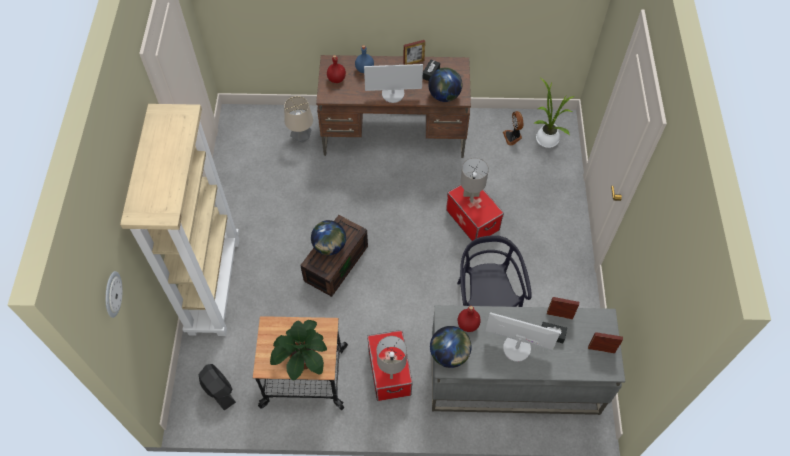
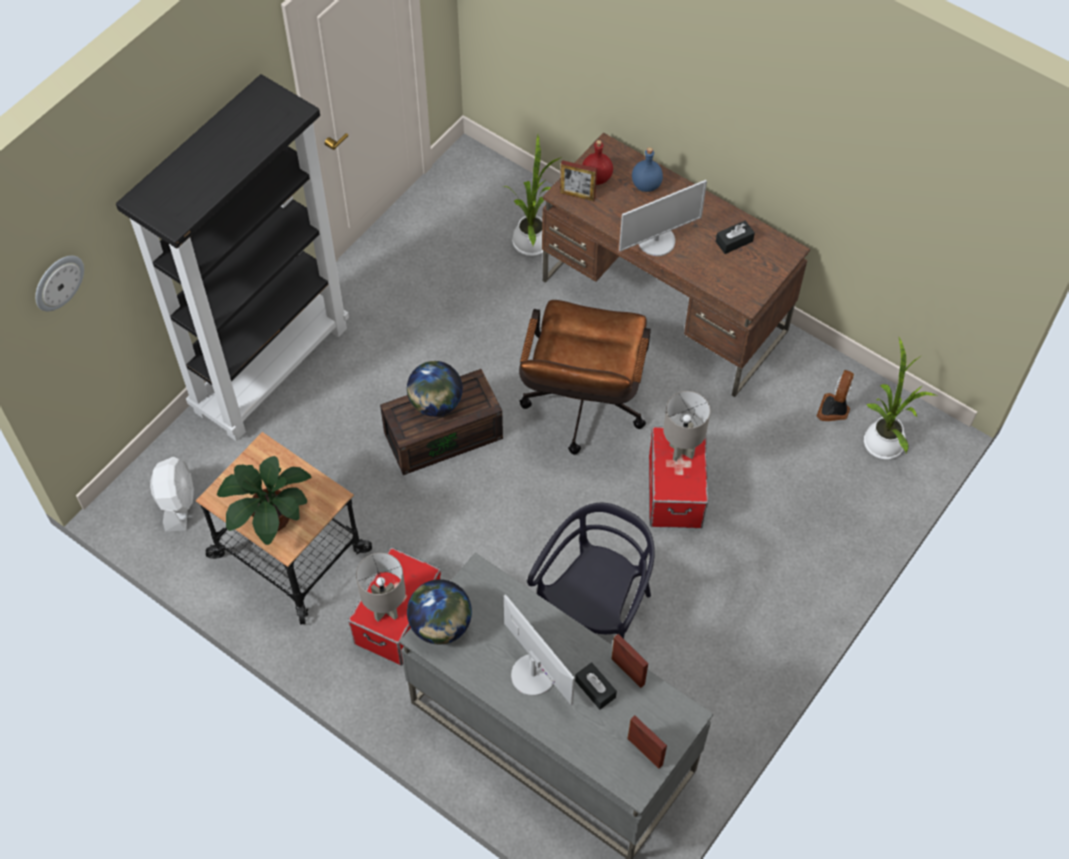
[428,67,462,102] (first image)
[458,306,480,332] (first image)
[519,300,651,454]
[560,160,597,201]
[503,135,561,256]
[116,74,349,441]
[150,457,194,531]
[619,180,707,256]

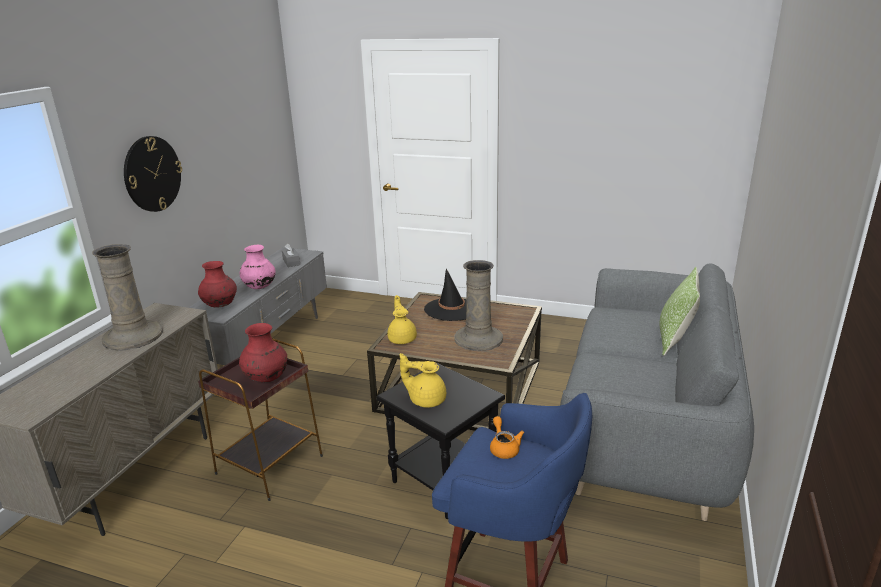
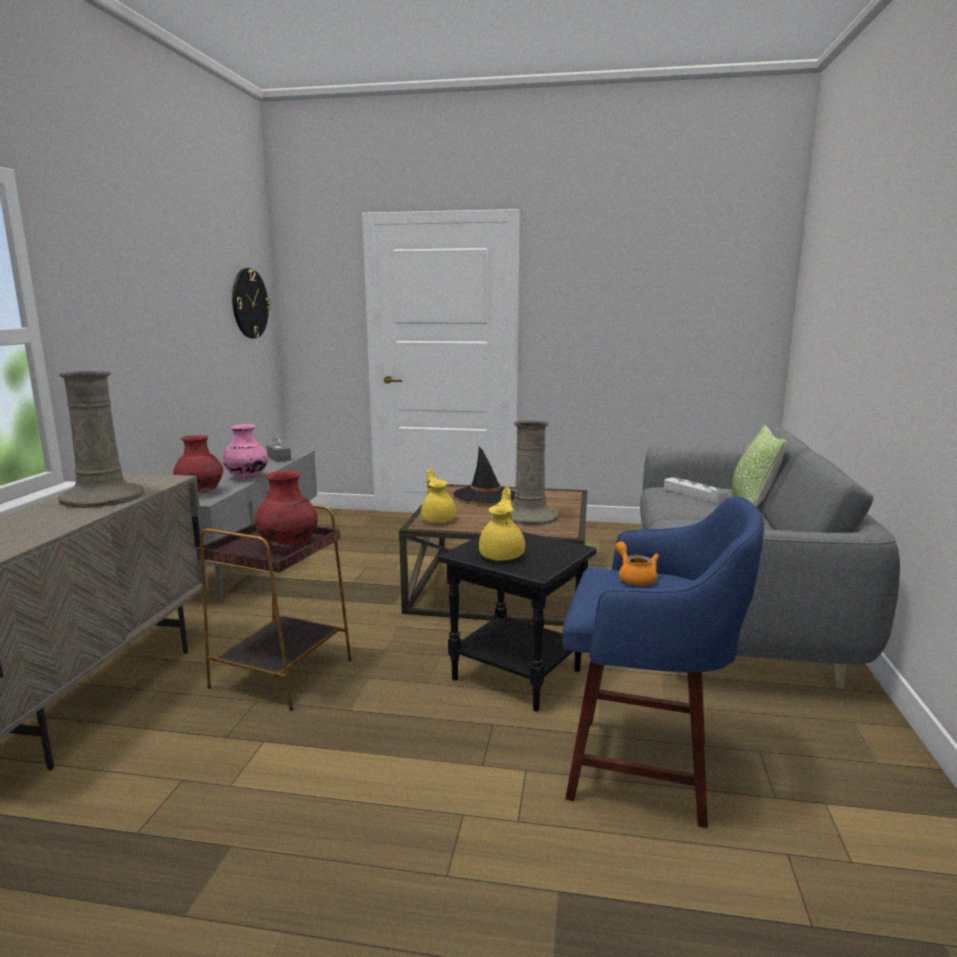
[664,477,728,503]
[232,268,271,339]
[479,487,525,560]

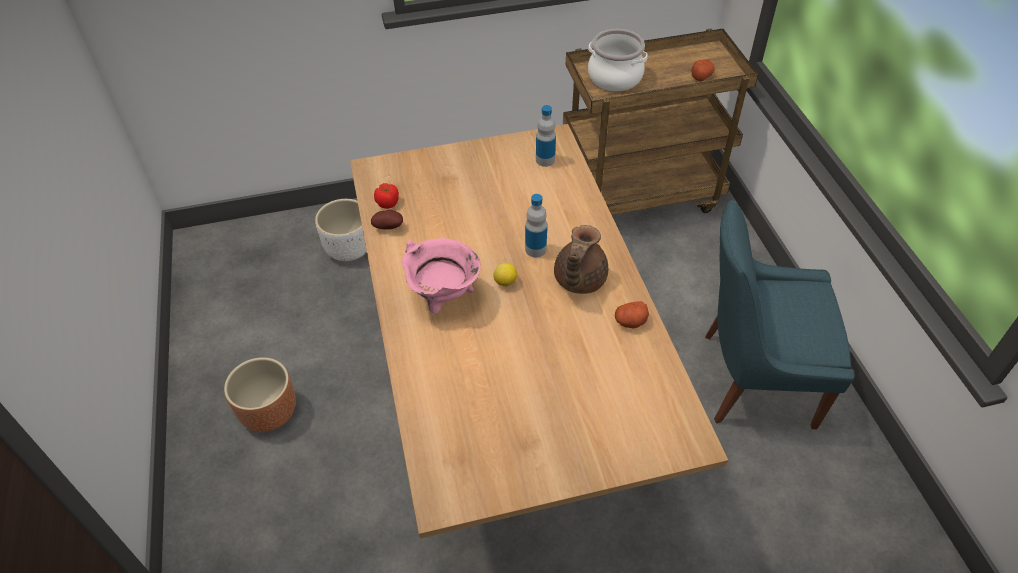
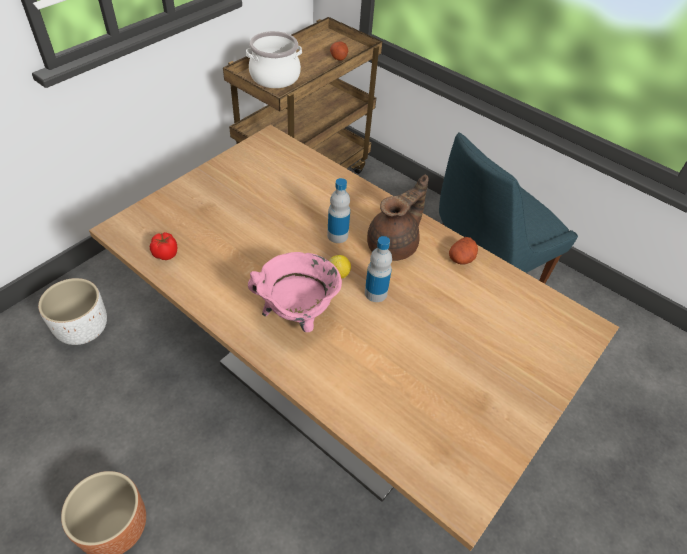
[371,210,403,230] (first image)
[365,236,392,302]
[367,174,429,261]

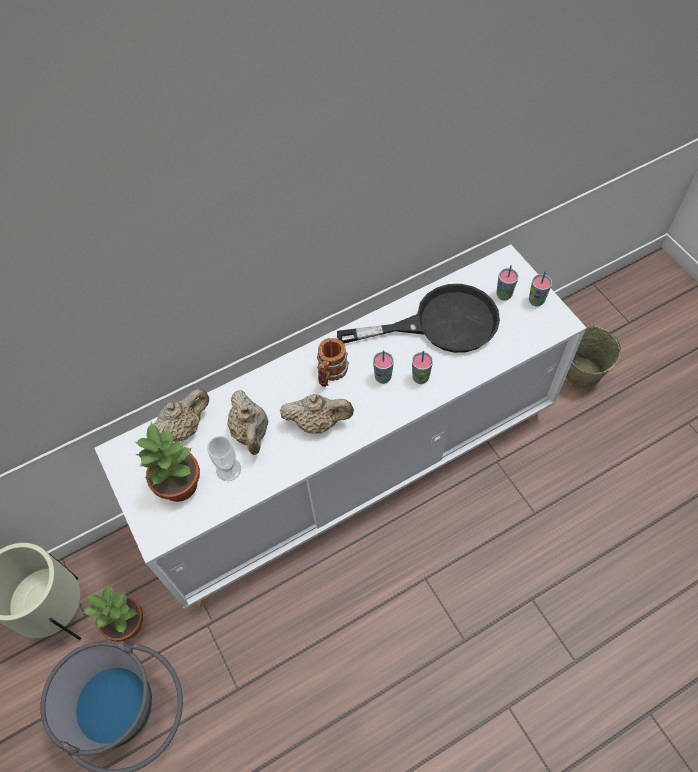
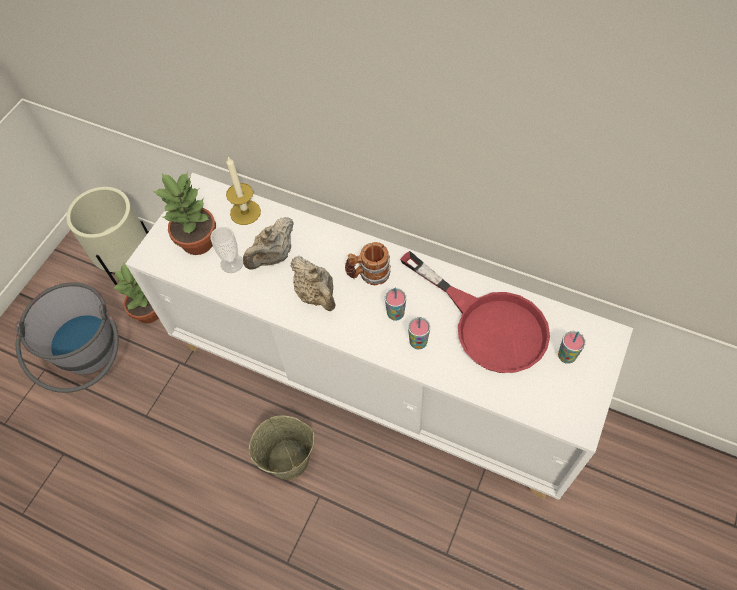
[529,271,552,307] (first image)
[249,416,315,480]
[226,156,261,225]
[400,251,550,373]

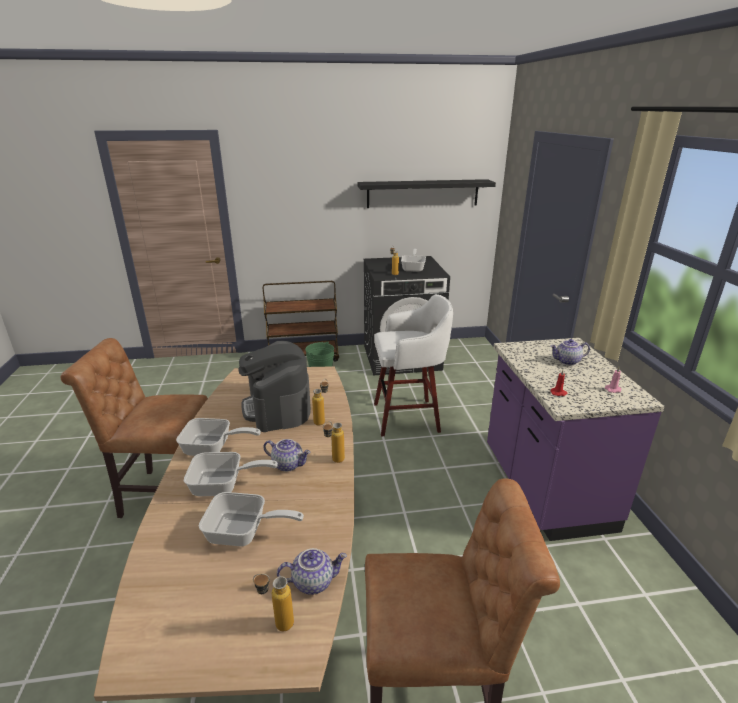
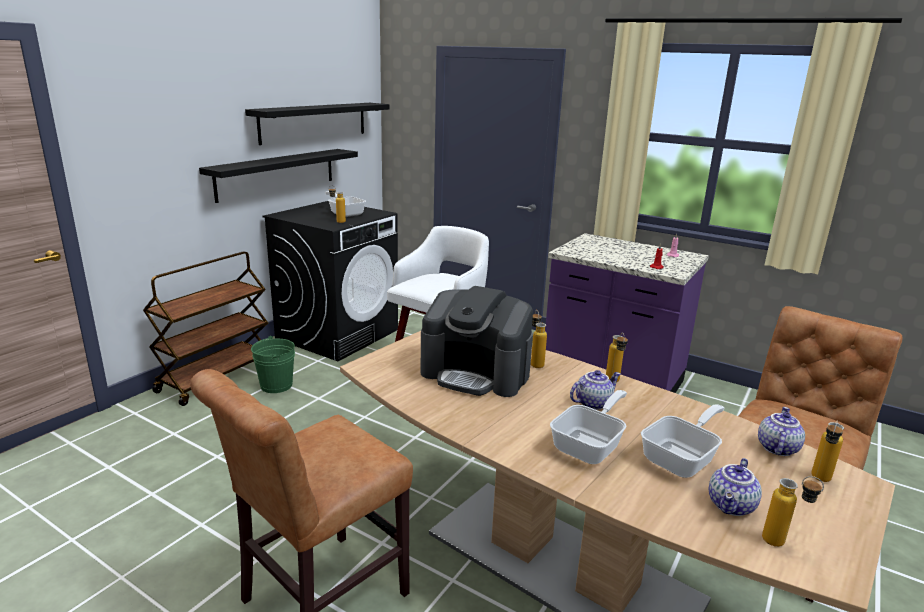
[176,418,261,456] (first image)
[199,149,358,203]
[762,476,824,547]
[709,458,762,516]

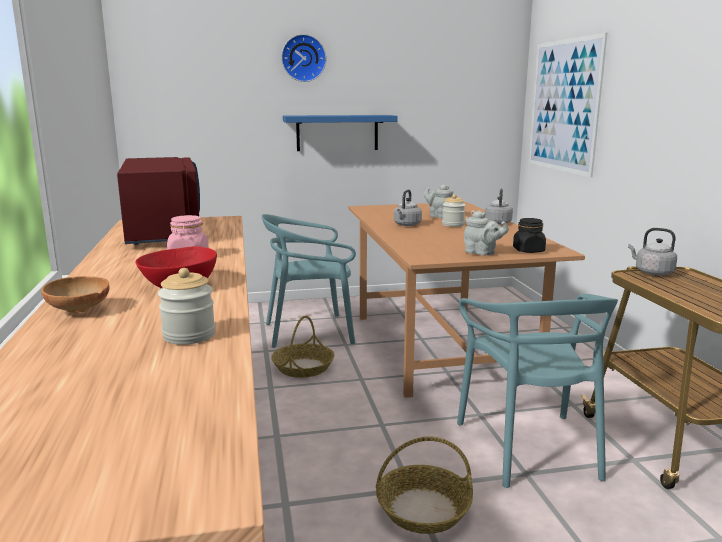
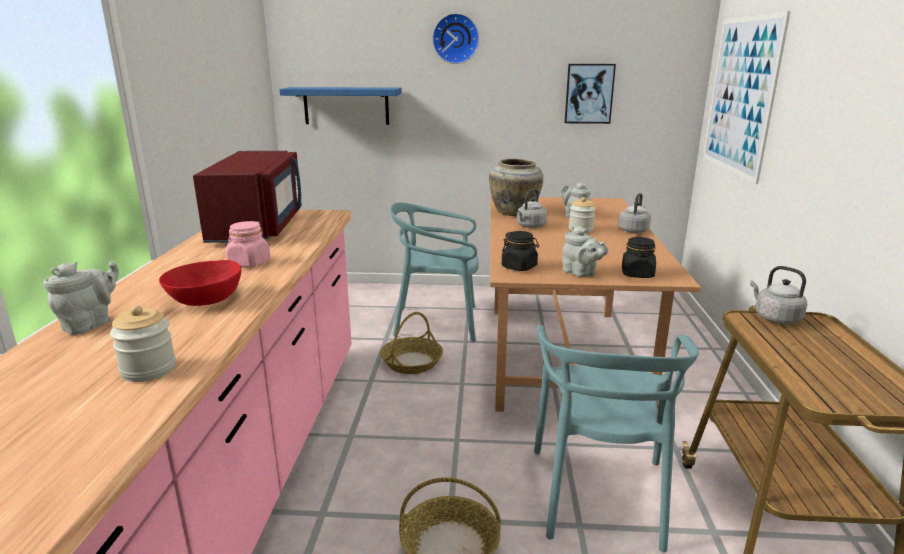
[489,159,543,216]
[502,231,539,271]
[565,64,616,124]
[279,87,401,125]
[43,261,119,335]

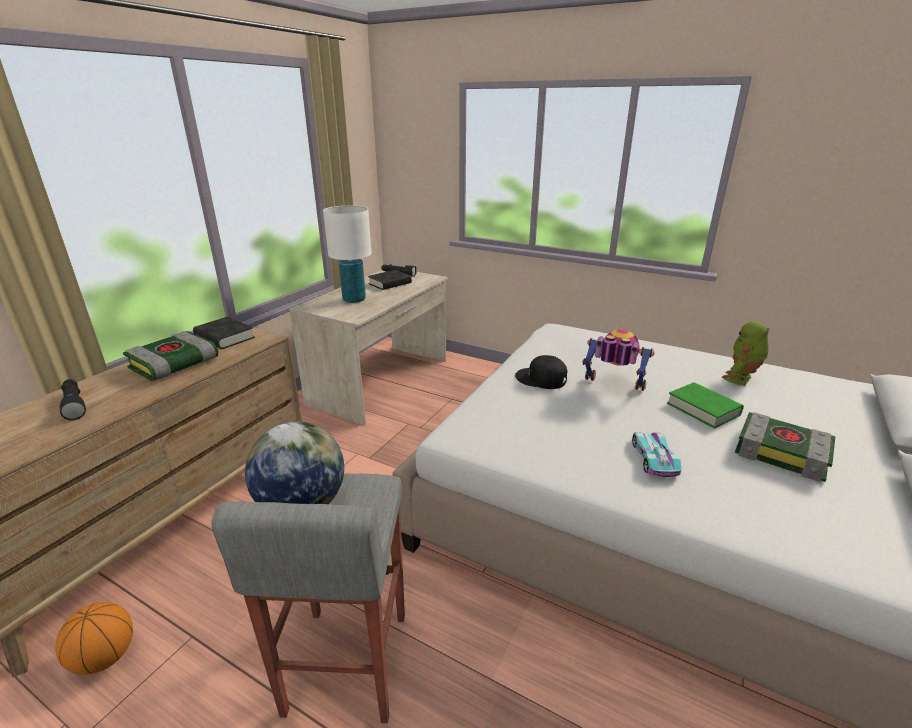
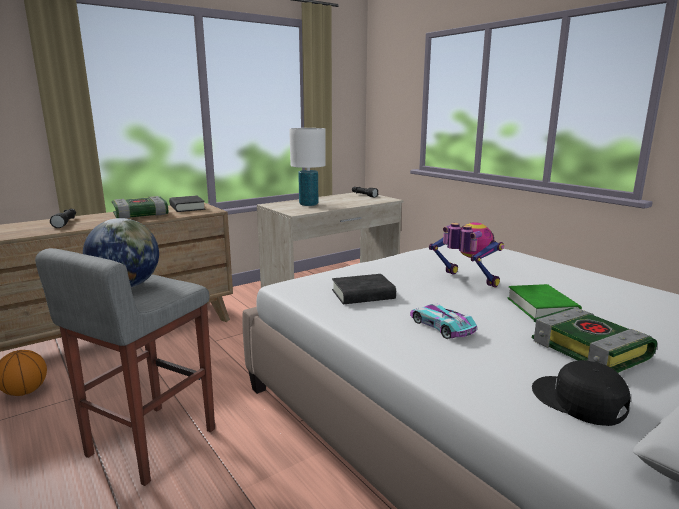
[721,321,770,386] (first image)
[332,274,396,304]
[532,360,631,426]
[410,303,477,339]

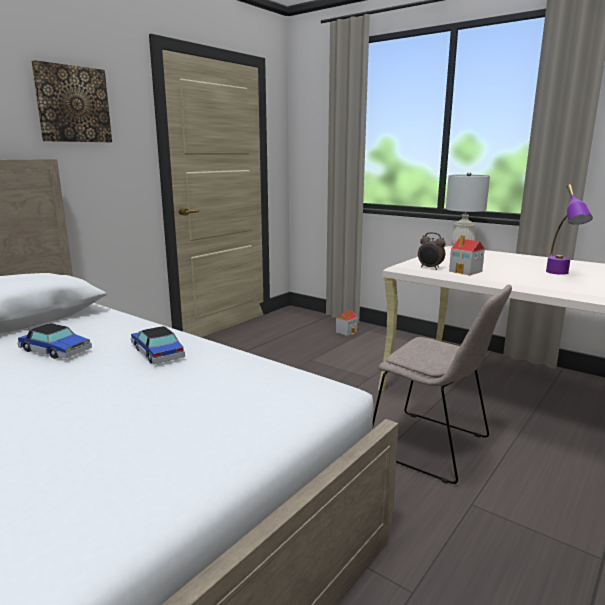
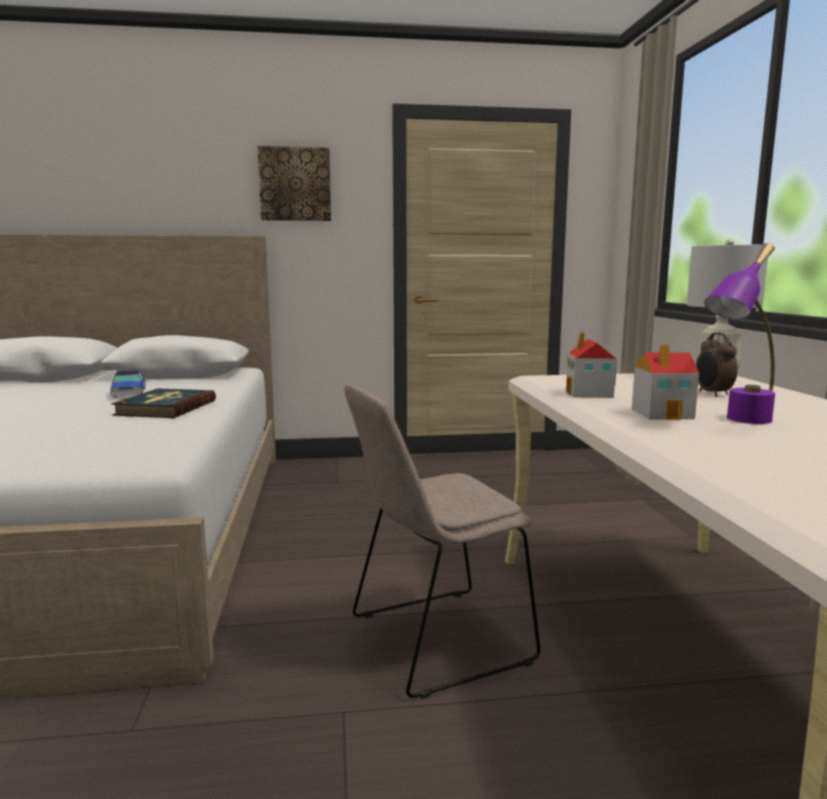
[632,345,699,420]
[696,332,738,397]
[111,389,216,418]
[344,383,541,699]

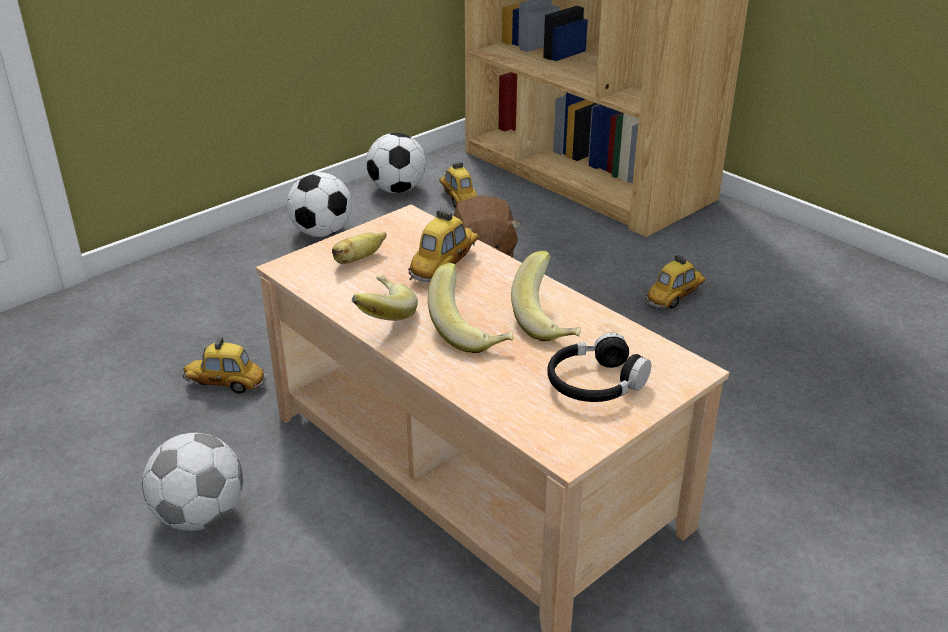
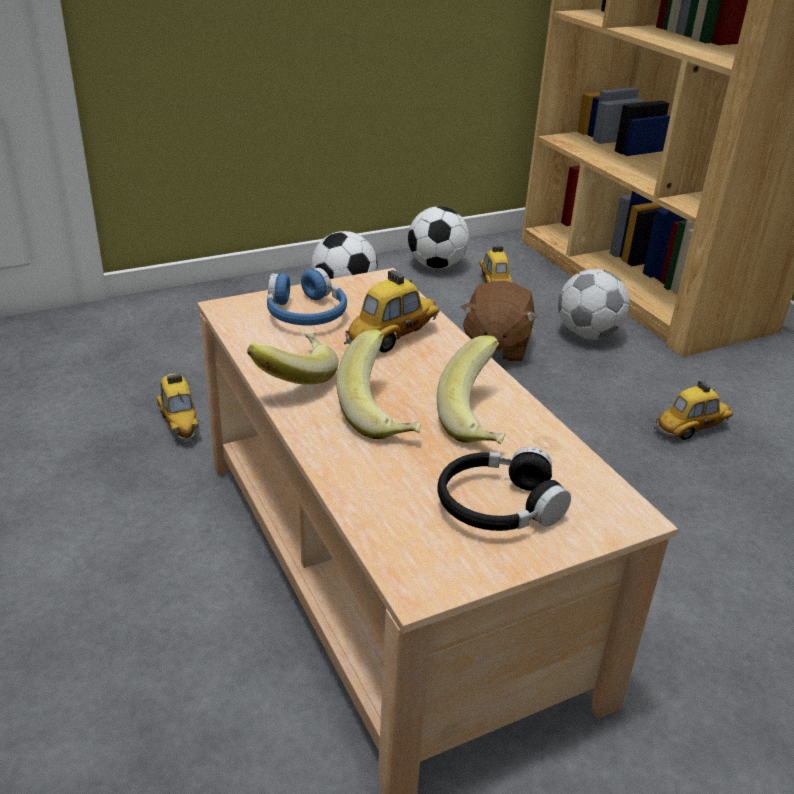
[558,269,630,339]
[267,268,347,326]
[157,374,199,442]

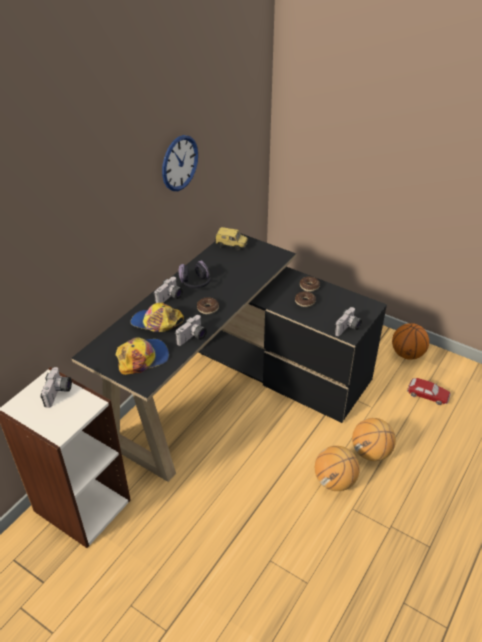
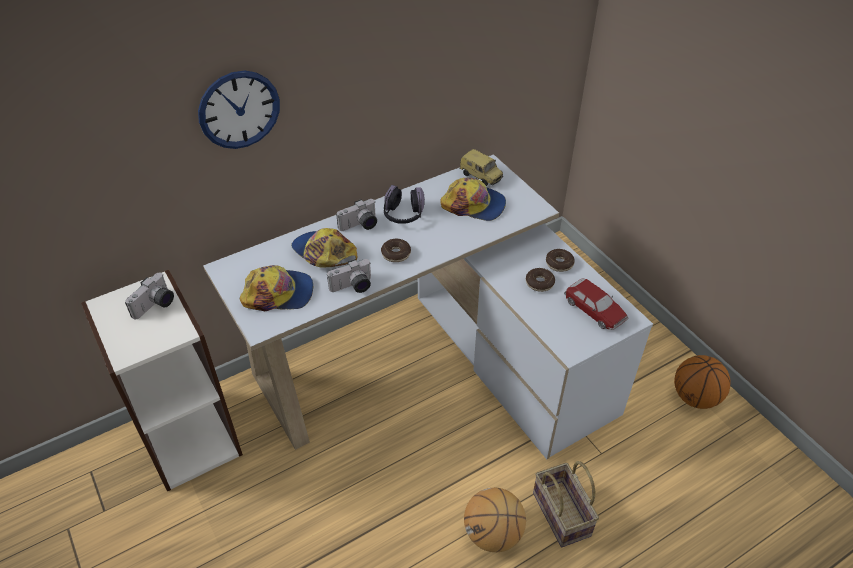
[334,307,362,336] (first image)
[440,178,506,221]
[198,71,280,149]
[564,279,629,330]
[533,461,599,547]
[203,154,653,459]

